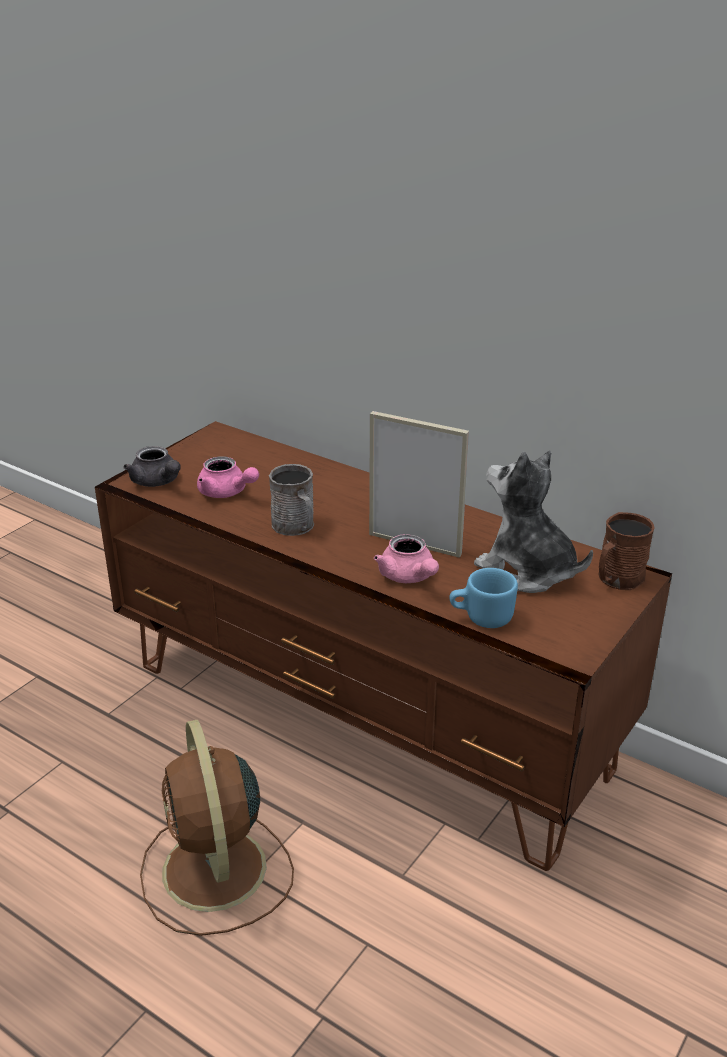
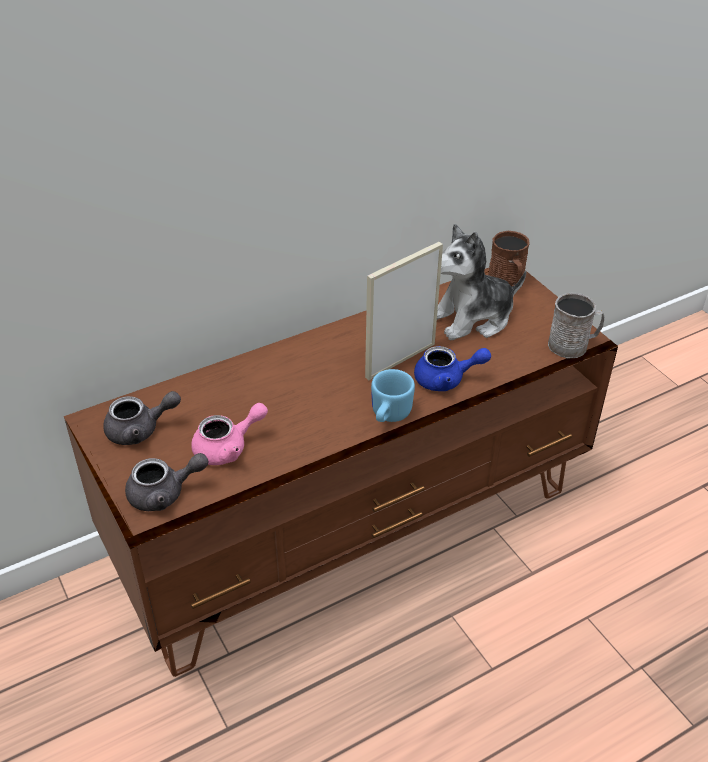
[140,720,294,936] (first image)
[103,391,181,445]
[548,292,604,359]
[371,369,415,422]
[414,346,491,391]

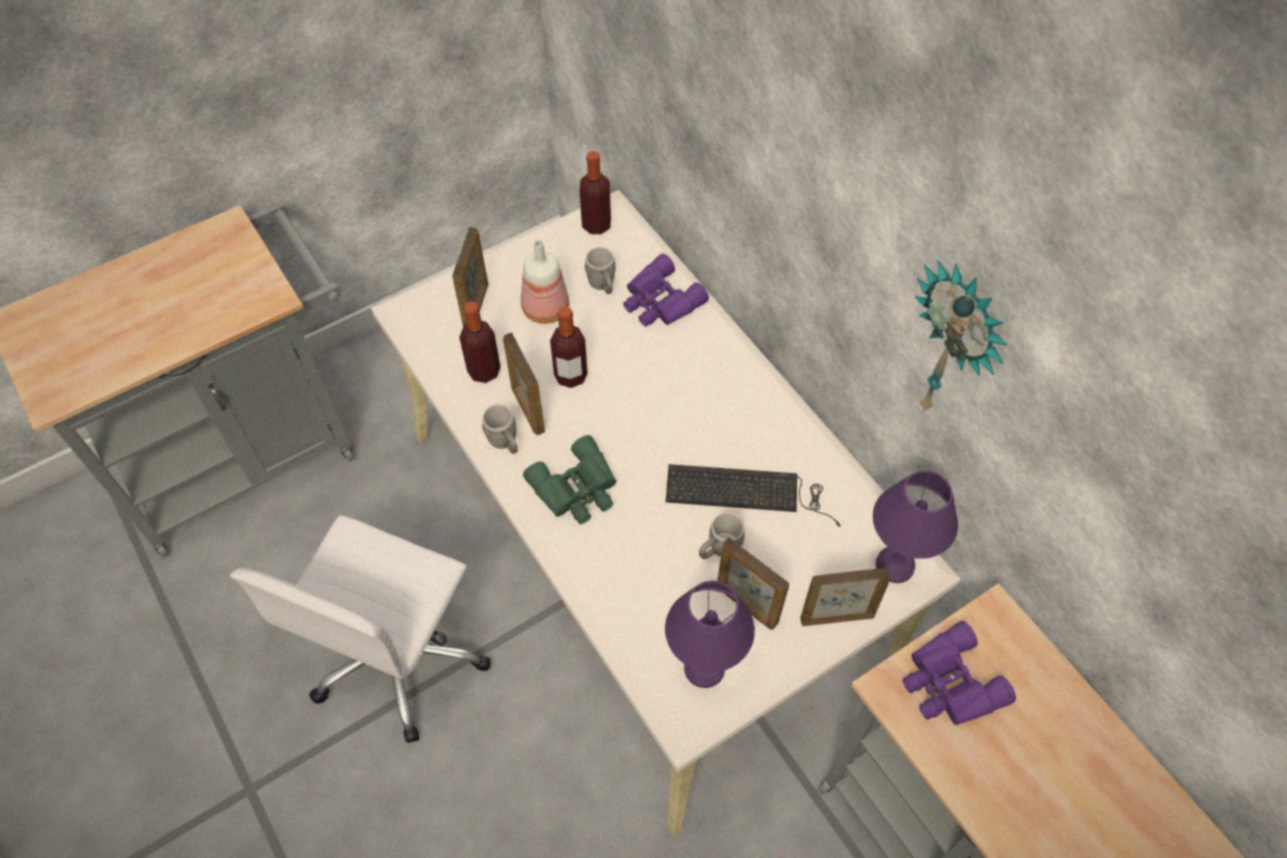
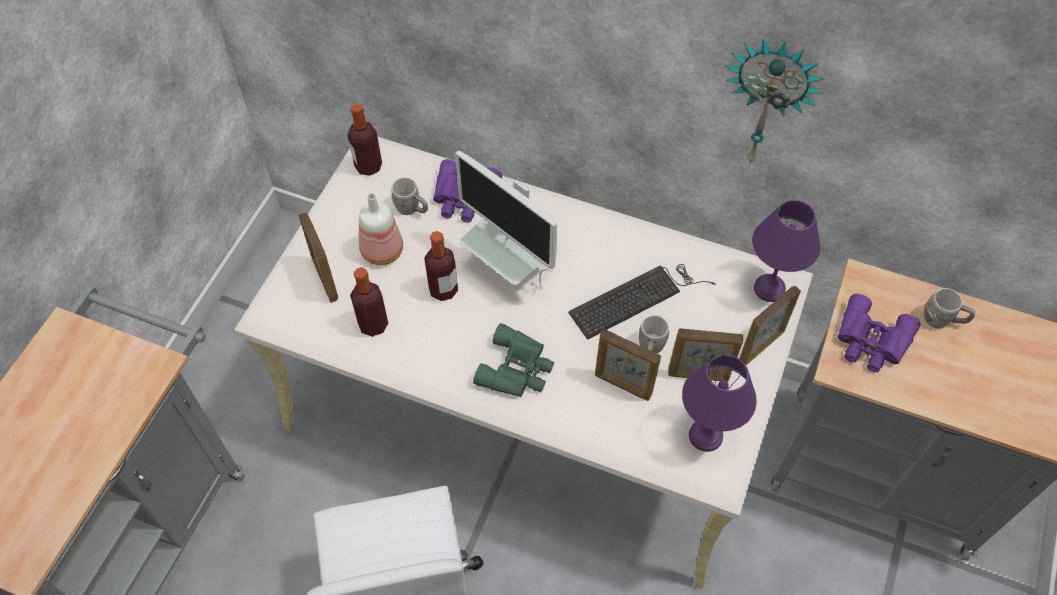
[455,151,559,290]
[923,288,975,328]
[595,329,661,401]

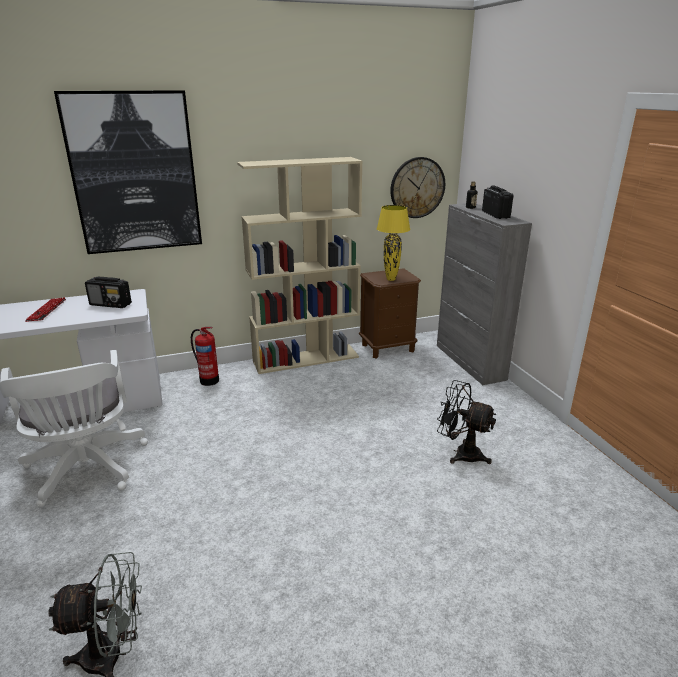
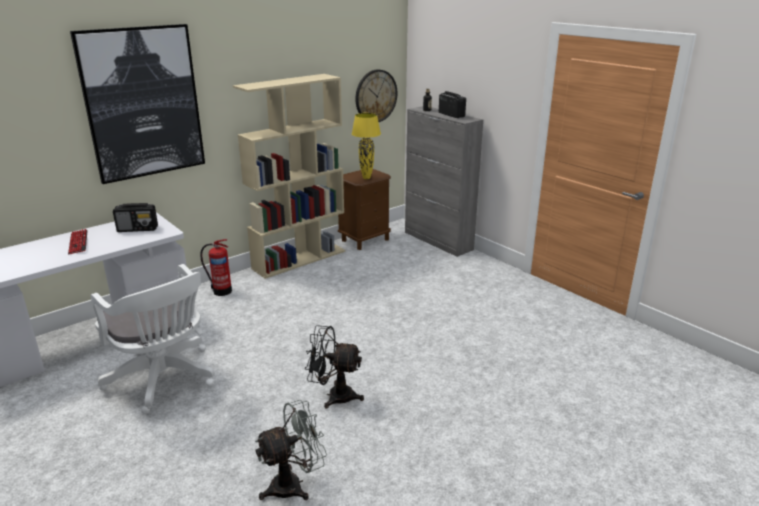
[305,325,364,409]

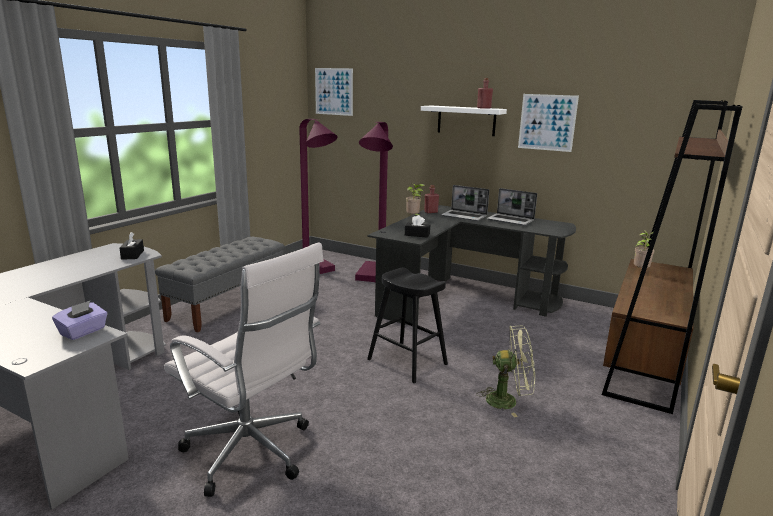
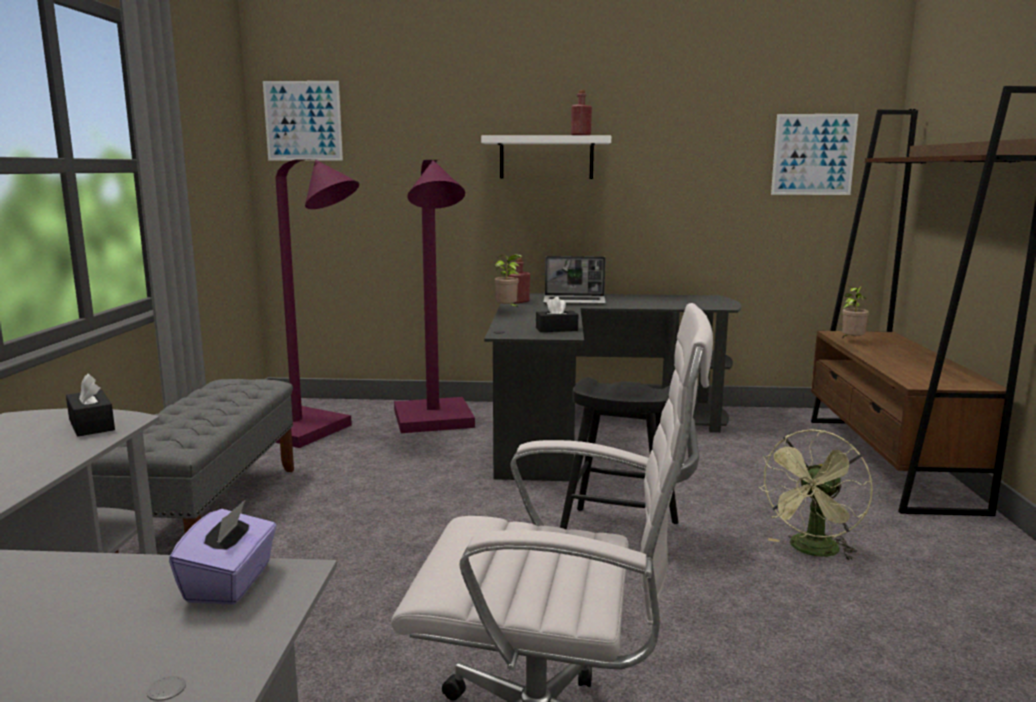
[487,188,537,226] (first image)
[771,114,858,195]
[758,429,873,562]

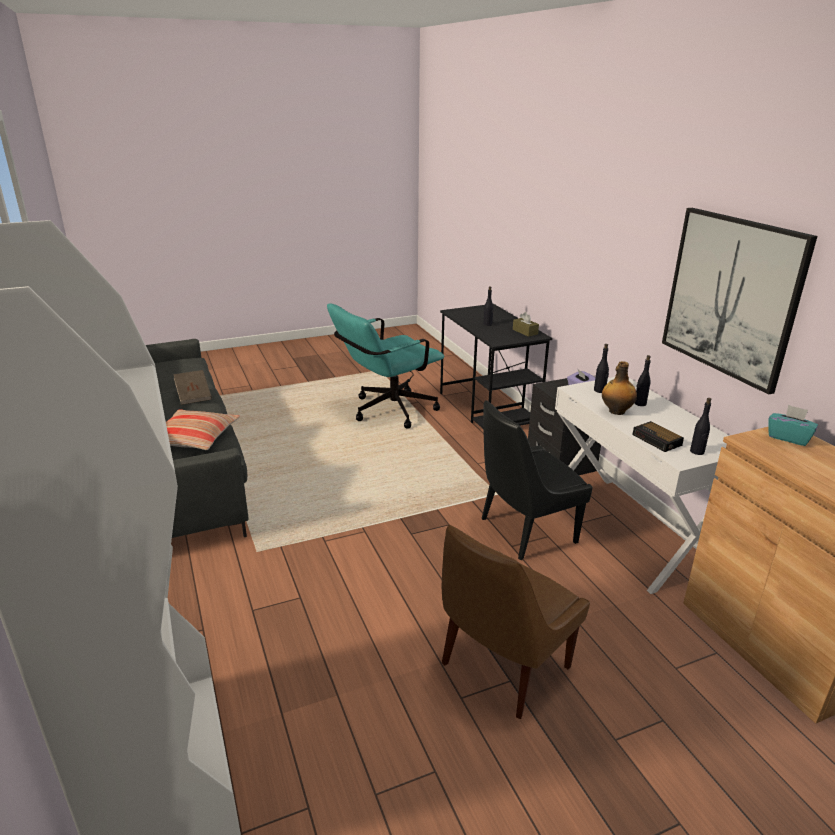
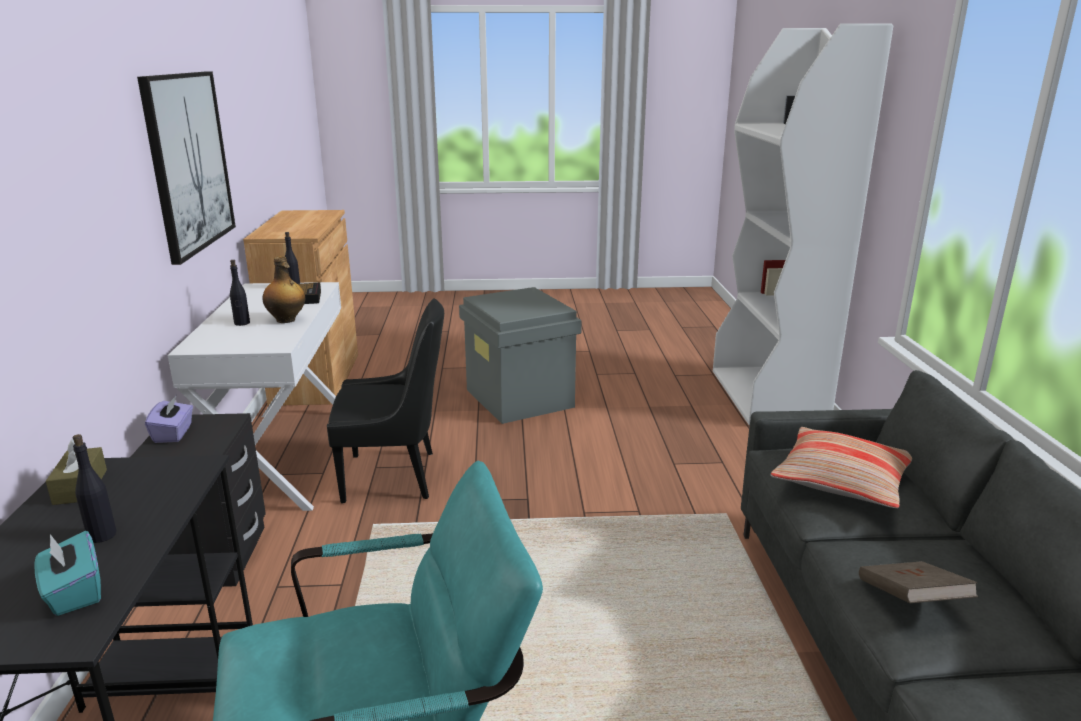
[594,344,609,393] (first image)
[35,531,101,616]
[459,287,582,424]

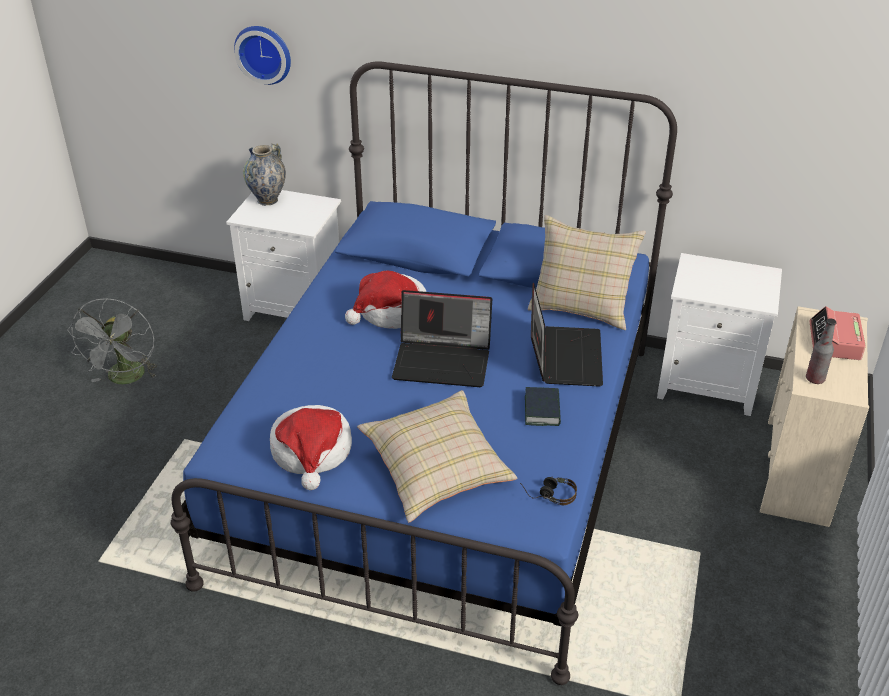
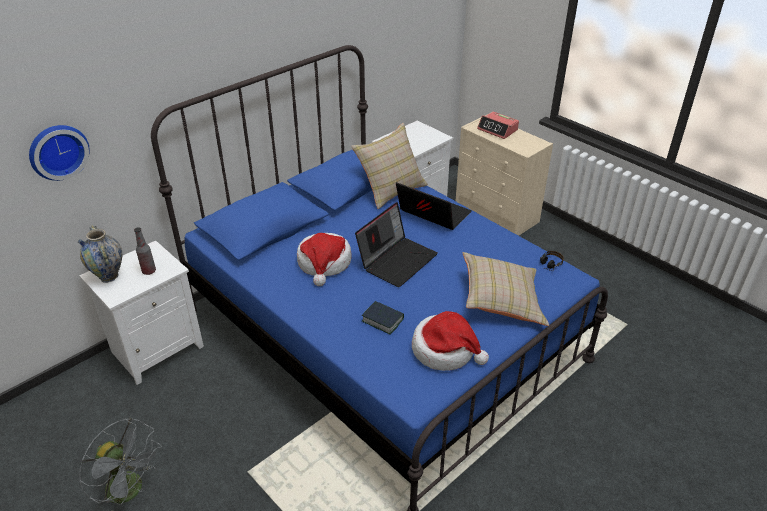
[362,301,404,334]
[134,227,156,275]

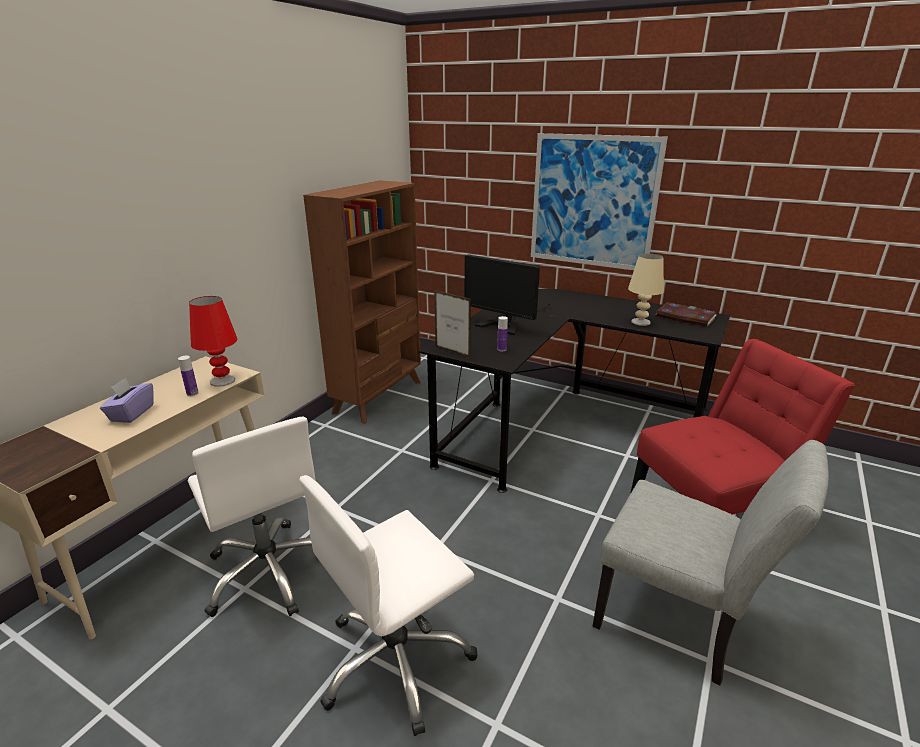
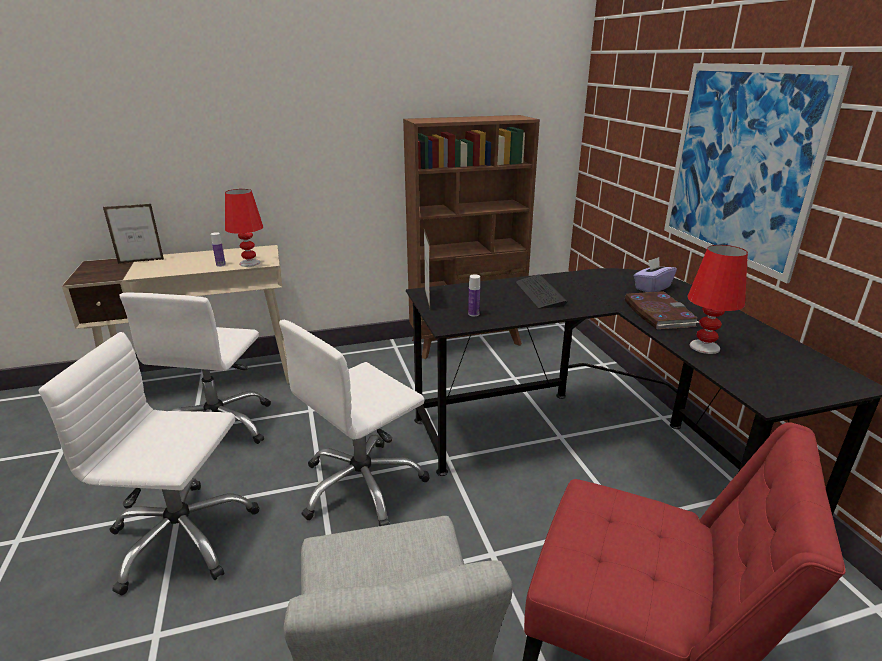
[103,204,164,264]
[279,320,430,526]
[634,257,677,292]
[625,292,699,329]
[516,275,568,309]
[687,245,748,354]

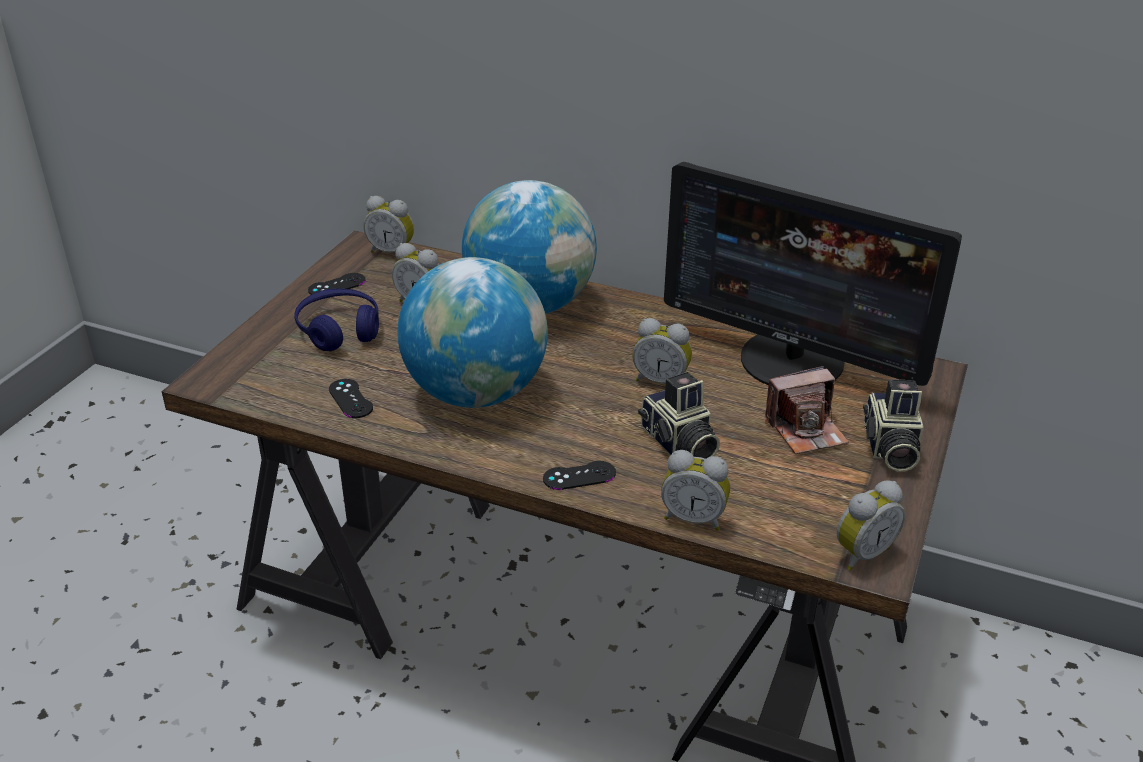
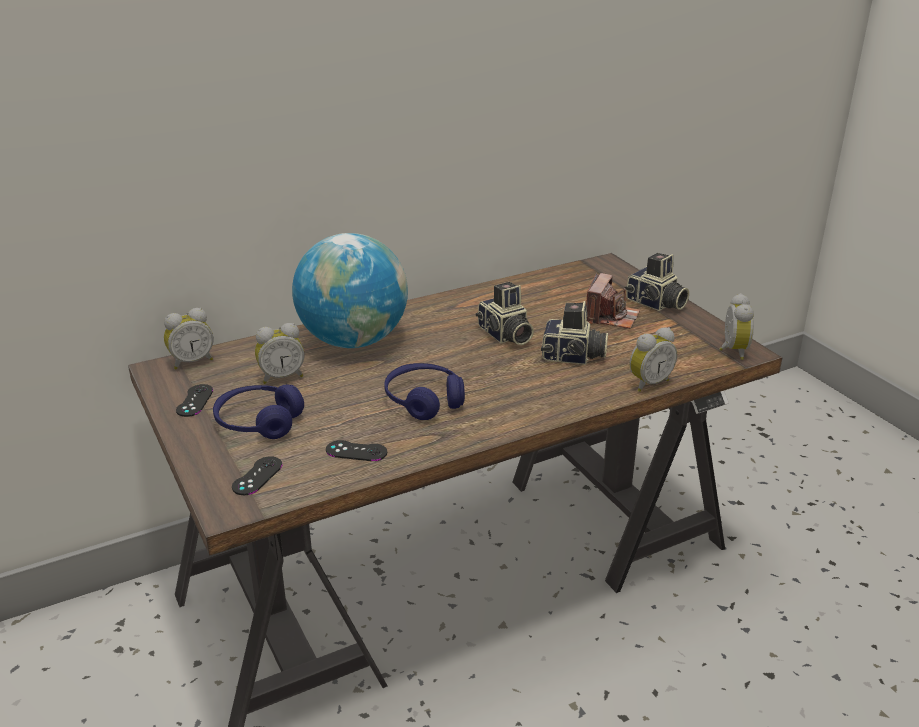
[664,162,962,386] (first image)
[232,456,282,495]
[384,363,465,420]
[476,282,534,345]

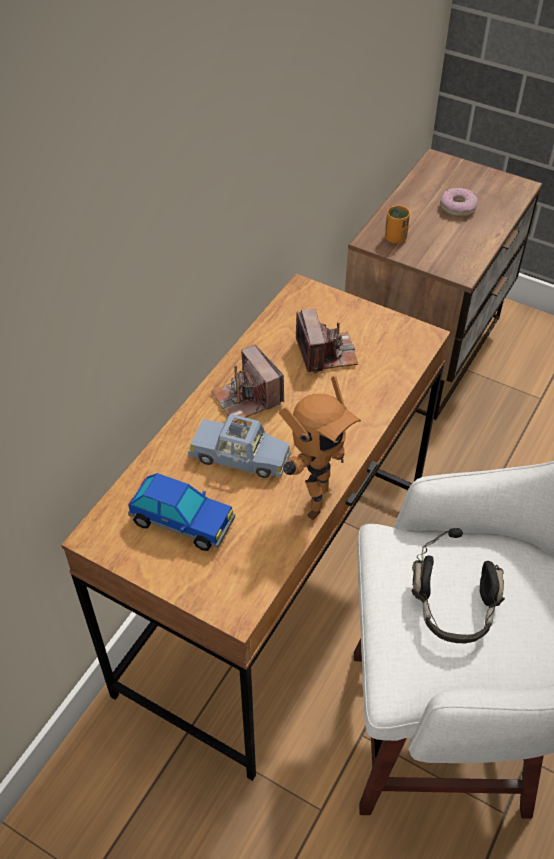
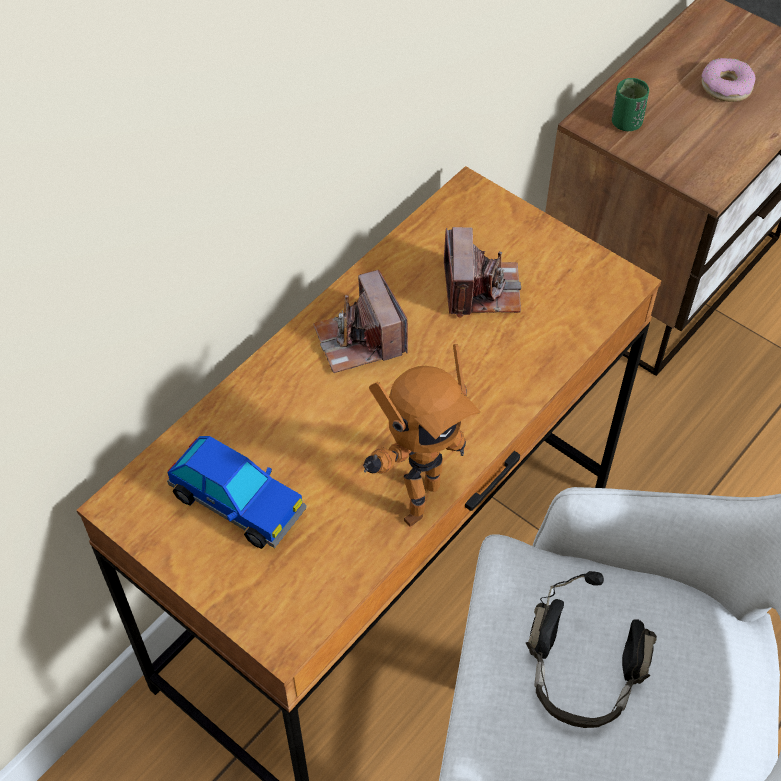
[188,414,291,478] (first image)
[612,78,649,131]

